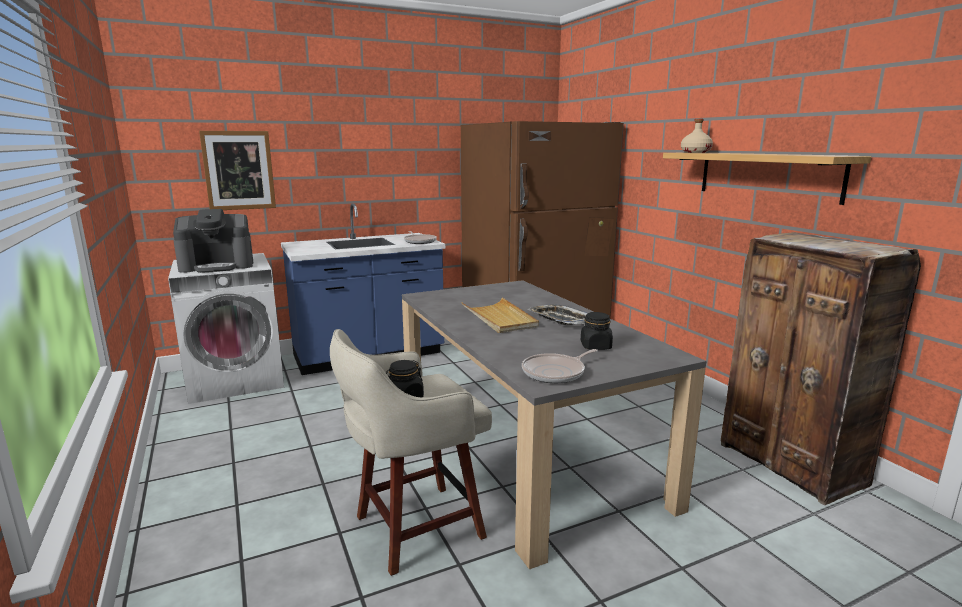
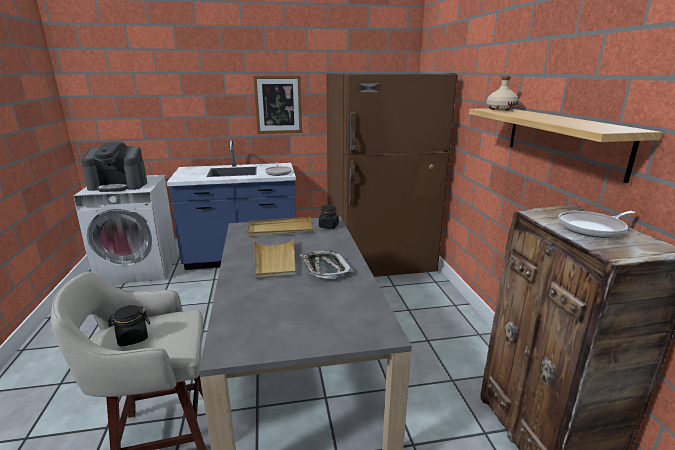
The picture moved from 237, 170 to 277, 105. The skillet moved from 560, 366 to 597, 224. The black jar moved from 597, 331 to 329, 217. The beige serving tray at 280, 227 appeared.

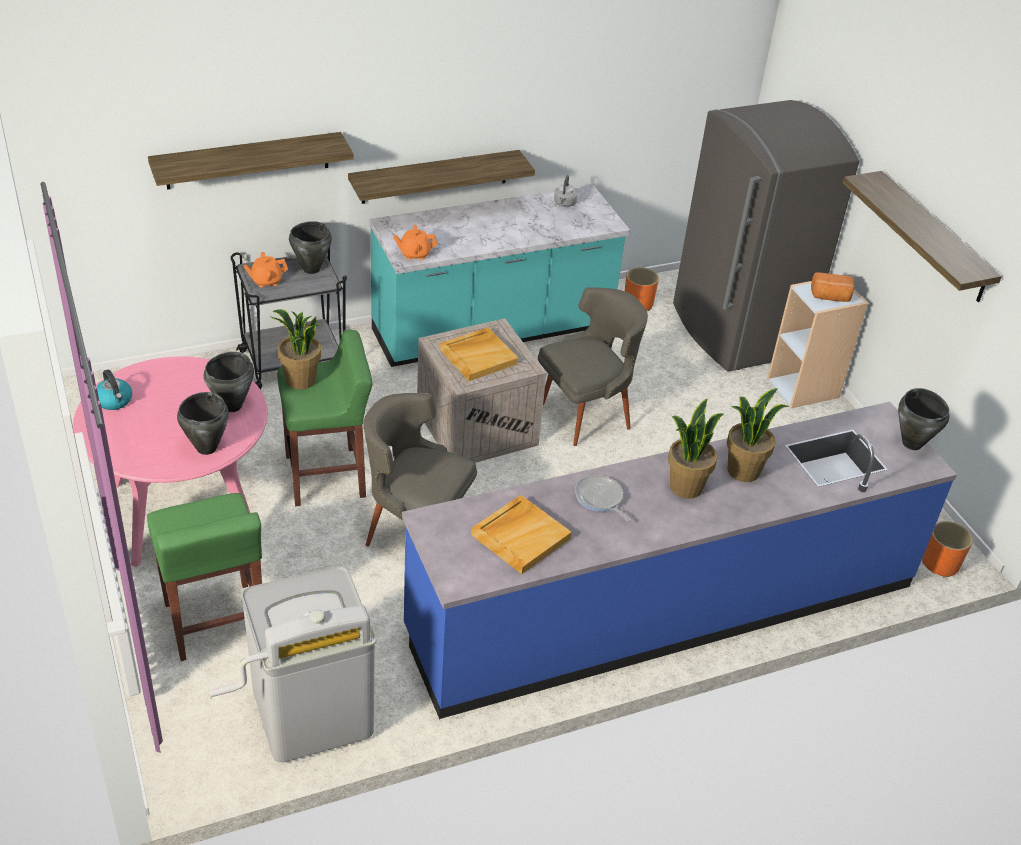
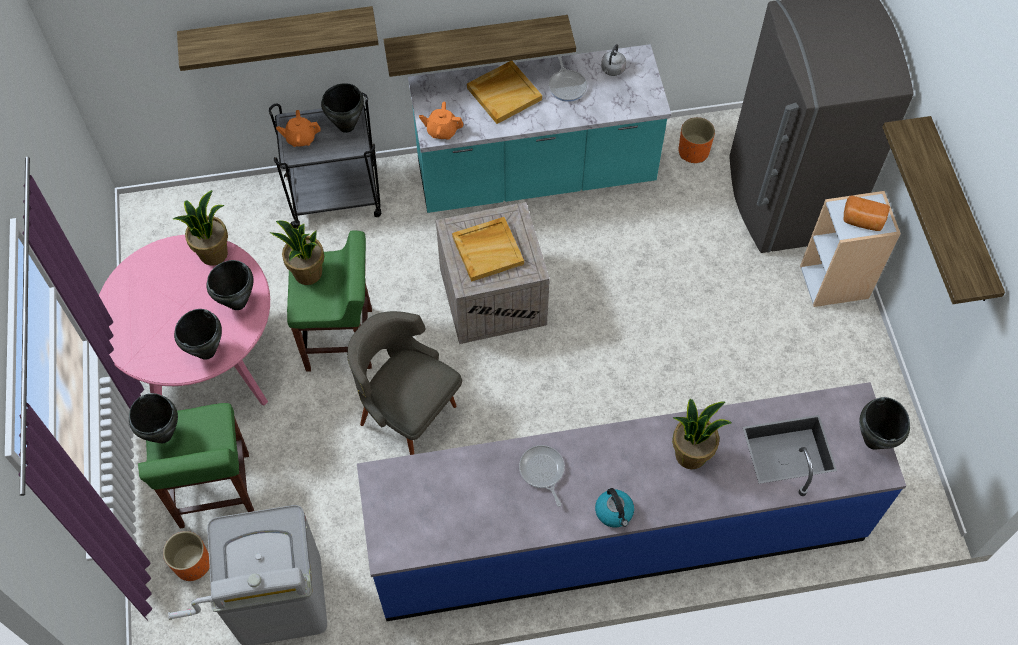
The kettle moved from 114, 389 to 614, 507. The beige serving tray moved from 521, 534 to 504, 92. The greyish chair at 593, 366 disappeared. The potted plant moved from 695, 449 to 200, 228. The orangey flower pot moved from 947, 549 to 186, 556. The black saucepot at 153, 418 appeared. The skillet at 568, 78 appeared.

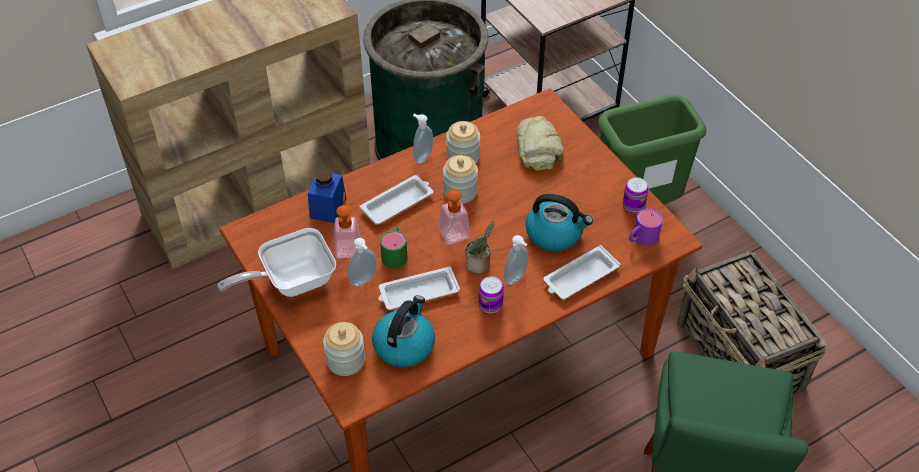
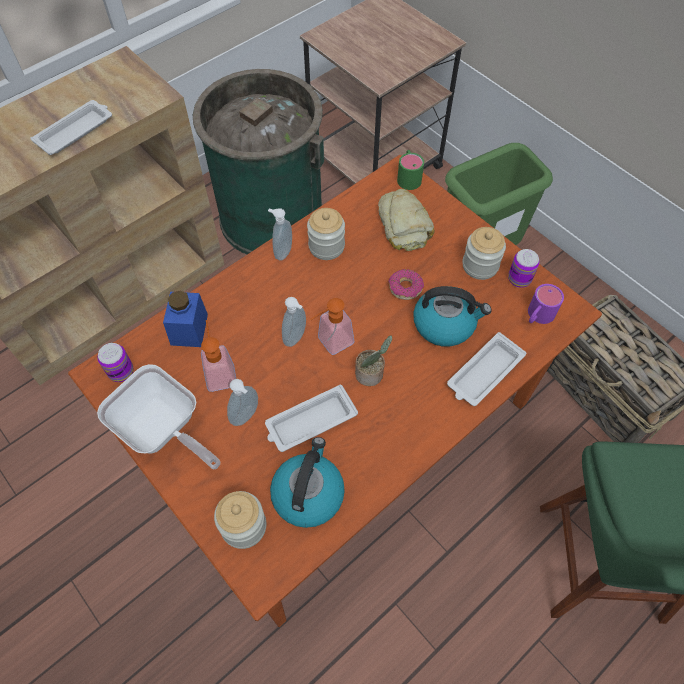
The skillet at 276, 262 turned 105 degrees counterclockwise. The white serving tray moved from 396, 200 to 71, 127. The green-coloured mug moved from 394, 247 to 410, 170. The jar moved from 460, 179 to 484, 253. The can moved from 491, 295 to 115, 362. The liquid soap bottle moved from 516, 260 to 294, 322. The donut at 406, 284 appeared.

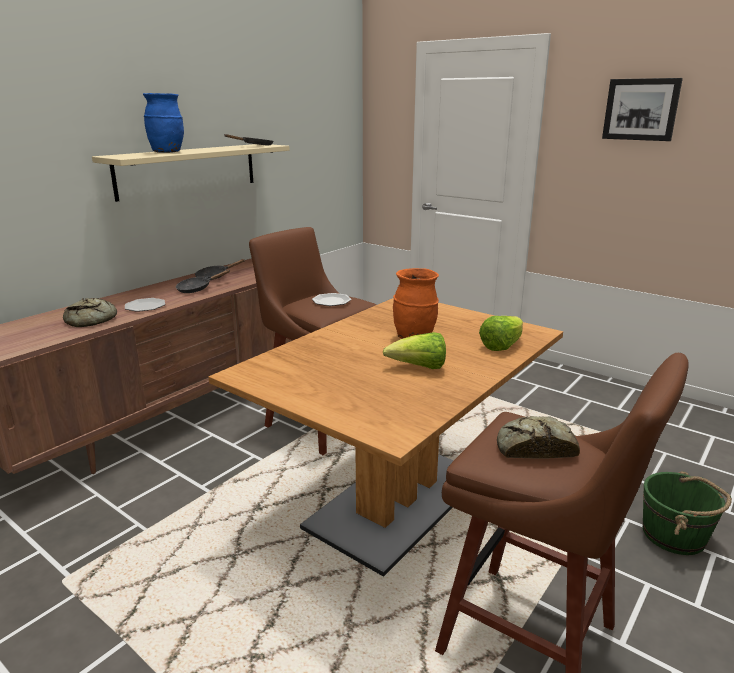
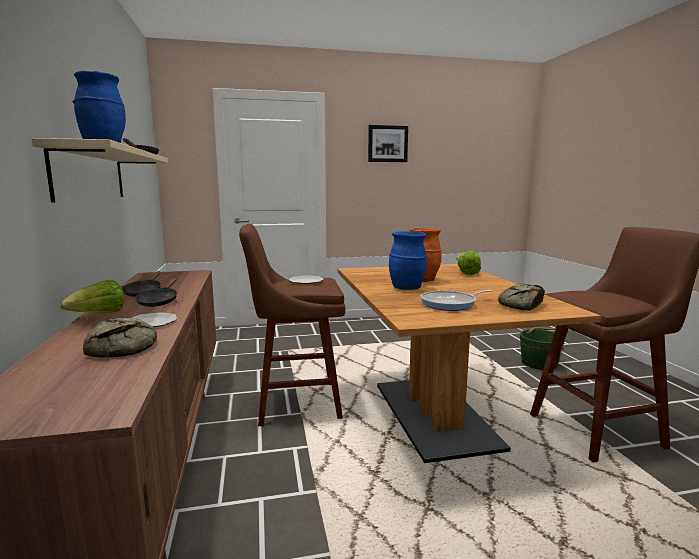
The lettuce head moved from 414, 350 to 92, 296. The bread moved from 538, 437 to 521, 297. The blue-coloured vase at 408, 260 appeared. The skillet at 456, 300 appeared.

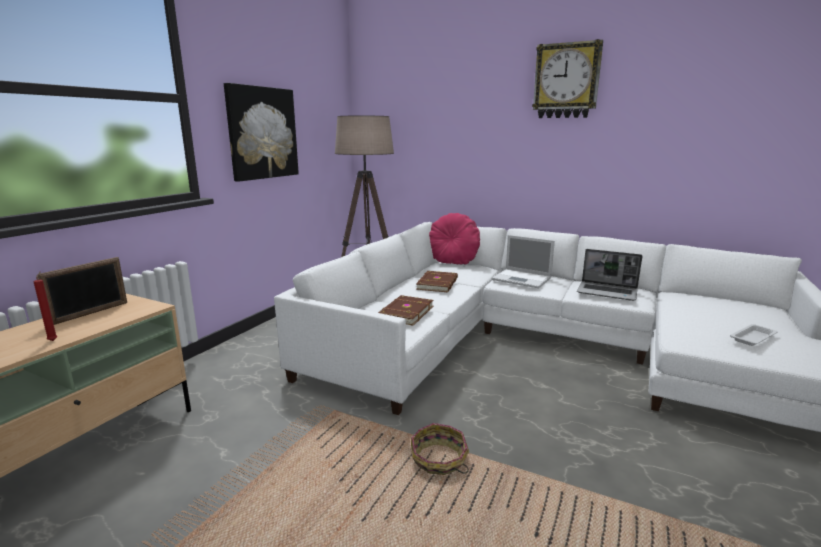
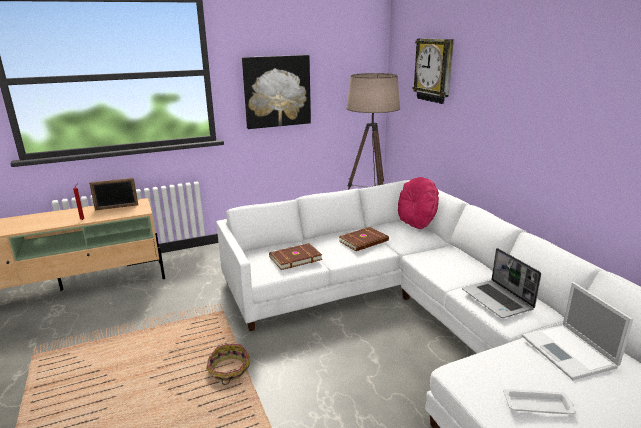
The notebook computer moved from 523, 261 to 577, 331. The clock on the wall moved from 567, 78 to 433, 71.

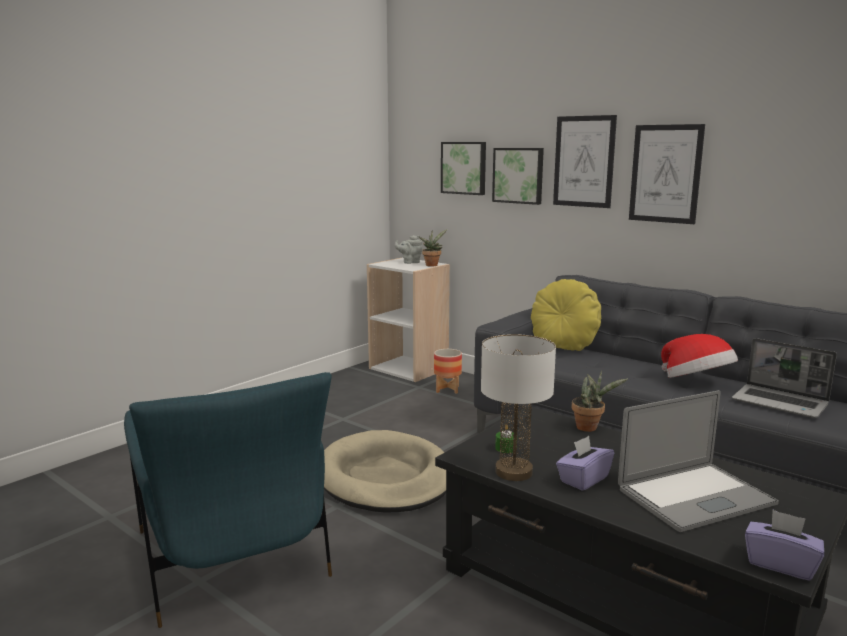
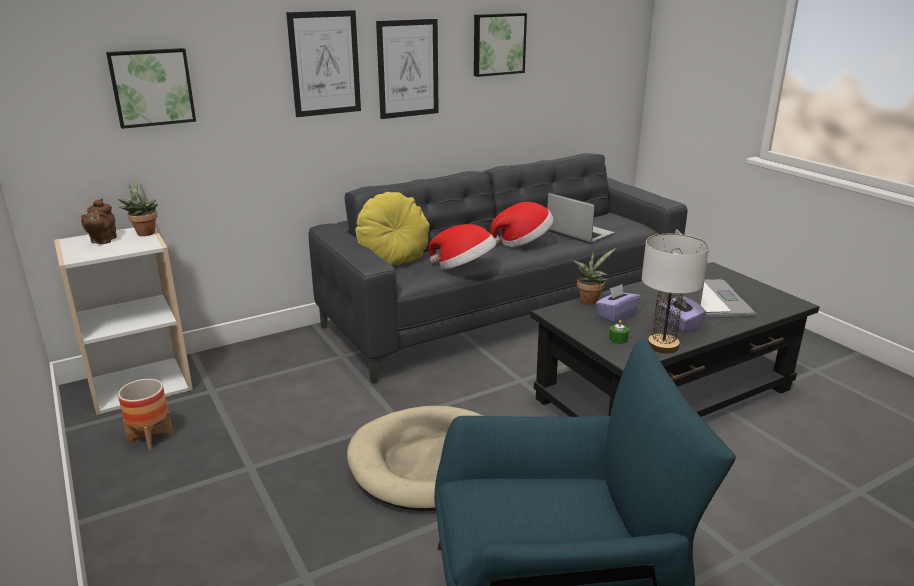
The greyish teapot at 409, 249 became the brown teapot at 99, 221. The flower pot moved from 448, 371 to 145, 414. The picture moved from 518, 176 to 500, 45. The notebook computer at 784, 378 turned 105 degrees counterclockwise. The purple box of tissues moved from 784, 545 to 618, 303. The wearable hat at 462, 246 appeared.

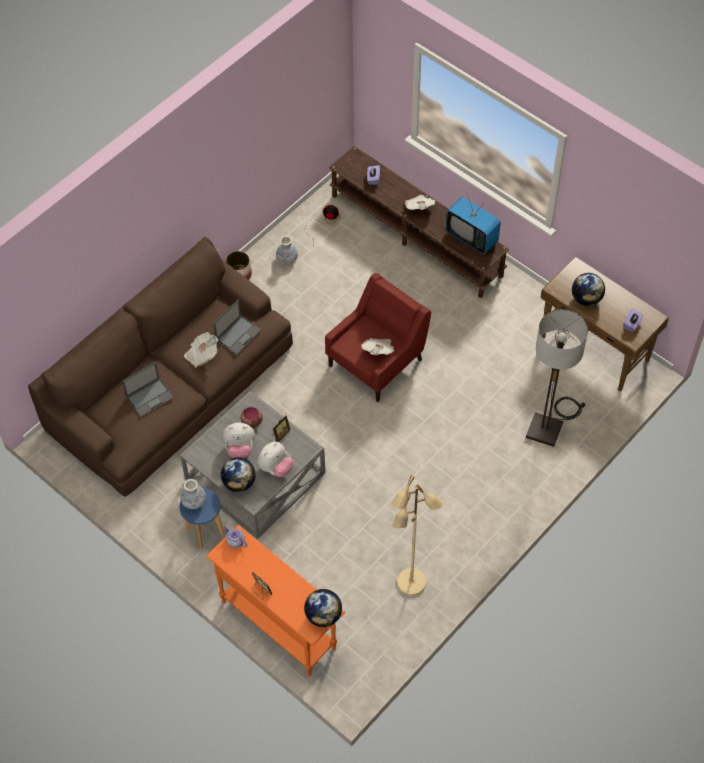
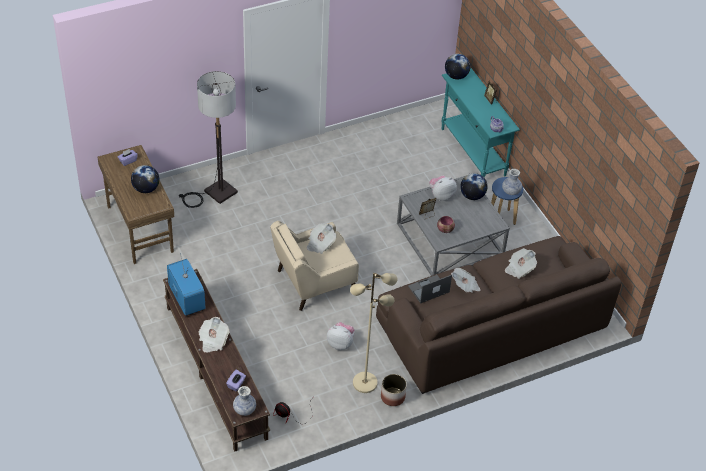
The notebook computer at 148, 389 was replaced by the newspaper at 521, 263. The orangey narrow table at 275, 600 became the turquoise narrow table at 480, 122. The cuddly toy moved from 239, 440 to 341, 336. The vase moved from 287, 250 to 244, 401. The reddish lounge chair at 378, 337 became the beige lounge chair at 314, 266. The beige floor lamp moved from 417, 536 to 374, 333.

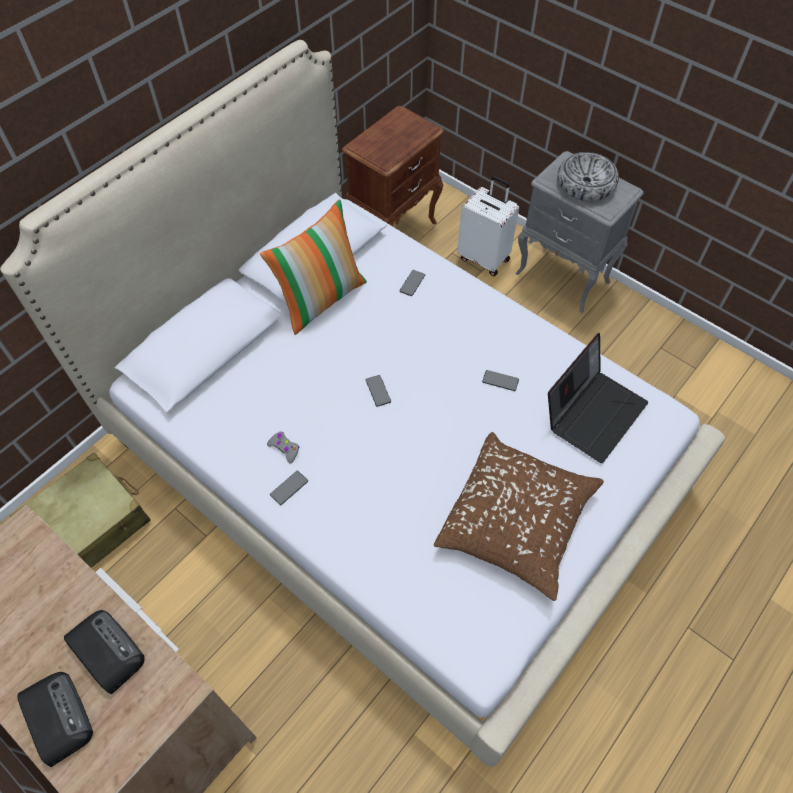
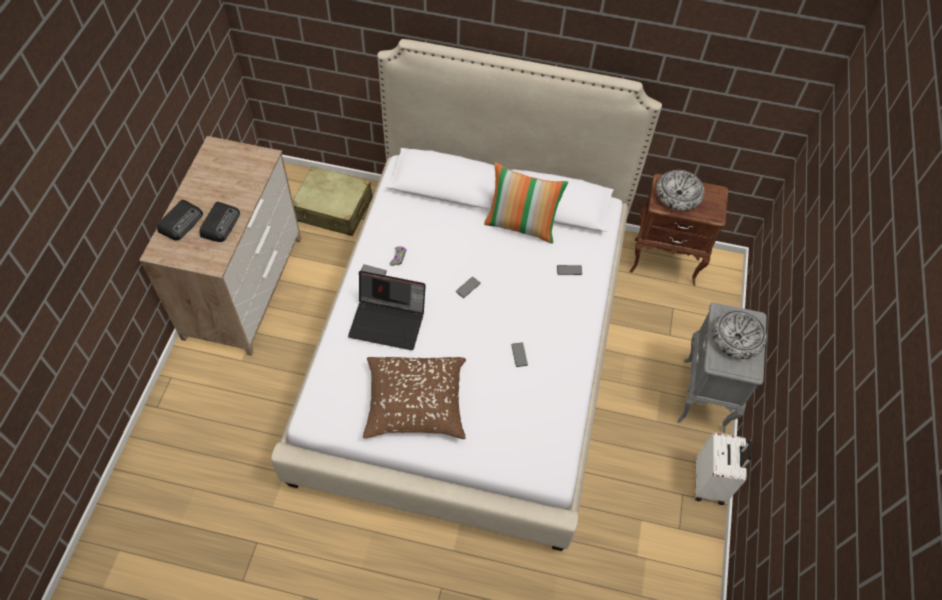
The white suitcase moved from 488, 226 to 723, 468. The notebook computer moved from 598, 398 to 387, 310. The serving bowl at 680, 190 appeared.

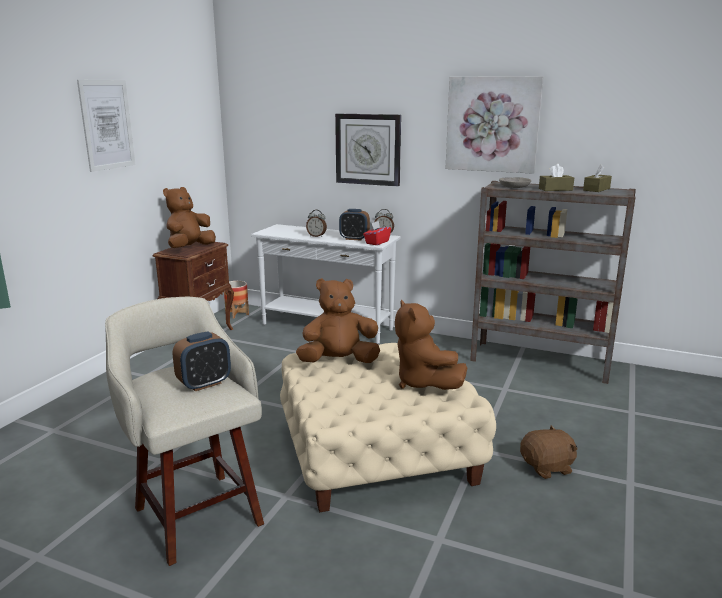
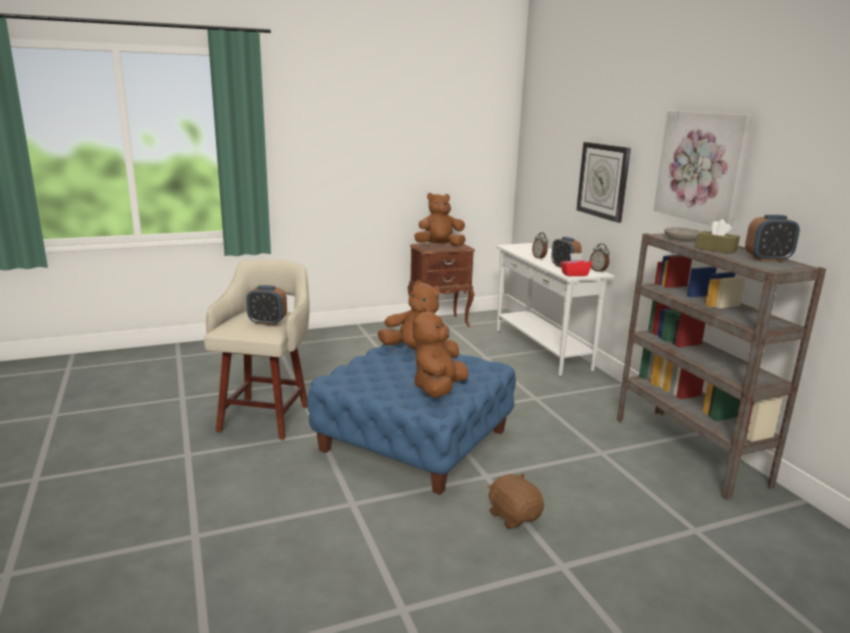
The picture at 106, 126 disappeared. The flower pot at 236, 300 disappeared. The beige ottoman at 388, 427 became the blue-coloured ottoman at 411, 418. The brown cuddly toy at 549, 452 turned 150 degrees counterclockwise. The brown box of tissues at 597, 178 was replaced by the table clock at 772, 238.

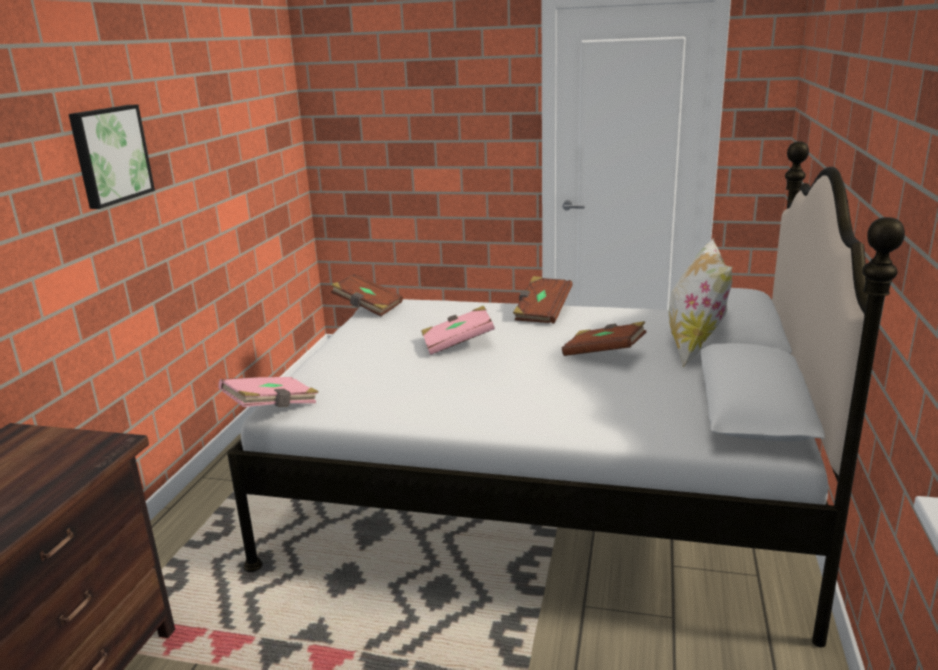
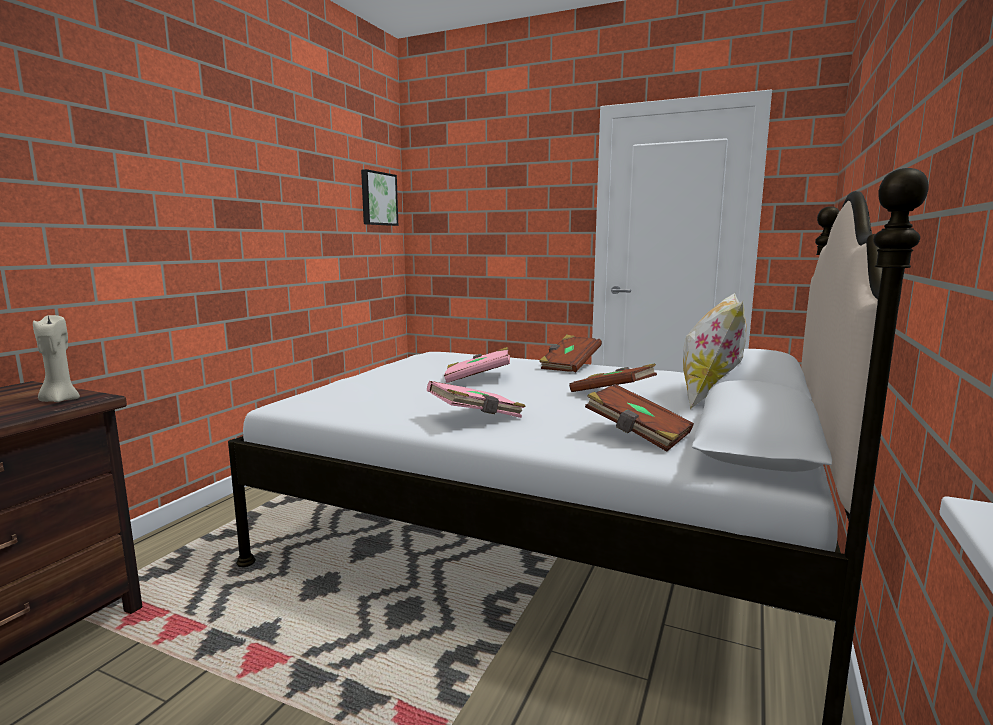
The picture moved from 112, 157 to 379, 197. The pink volume moved from 268, 392 to 476, 399. The brown volume moved from 367, 295 to 639, 418. The beige wax light at 56, 358 appeared.

